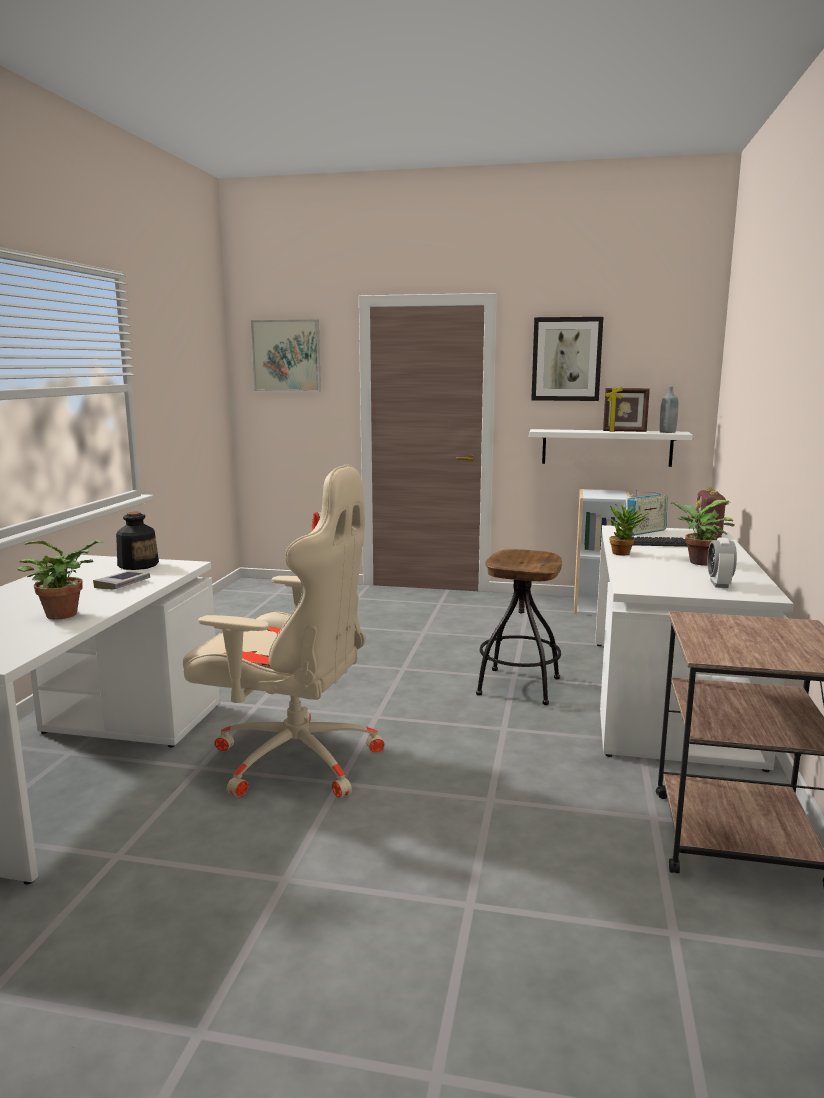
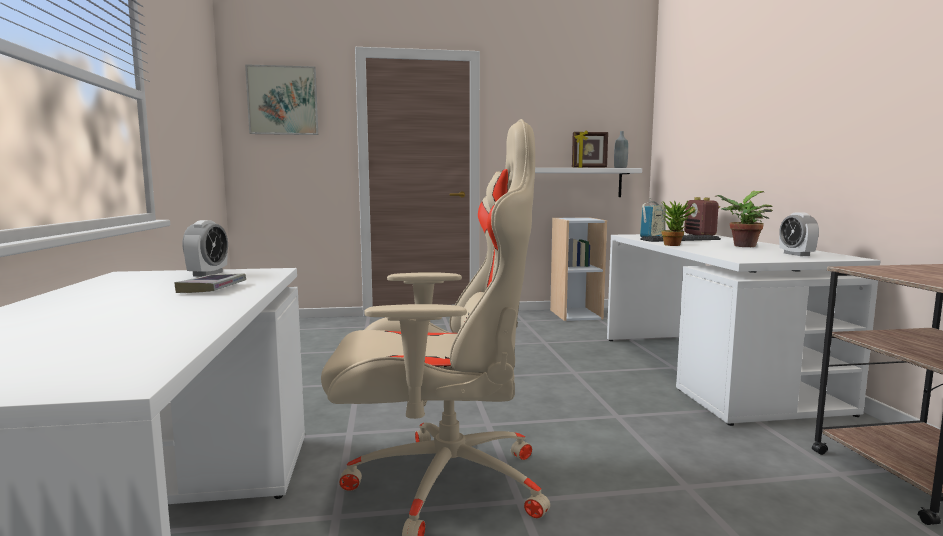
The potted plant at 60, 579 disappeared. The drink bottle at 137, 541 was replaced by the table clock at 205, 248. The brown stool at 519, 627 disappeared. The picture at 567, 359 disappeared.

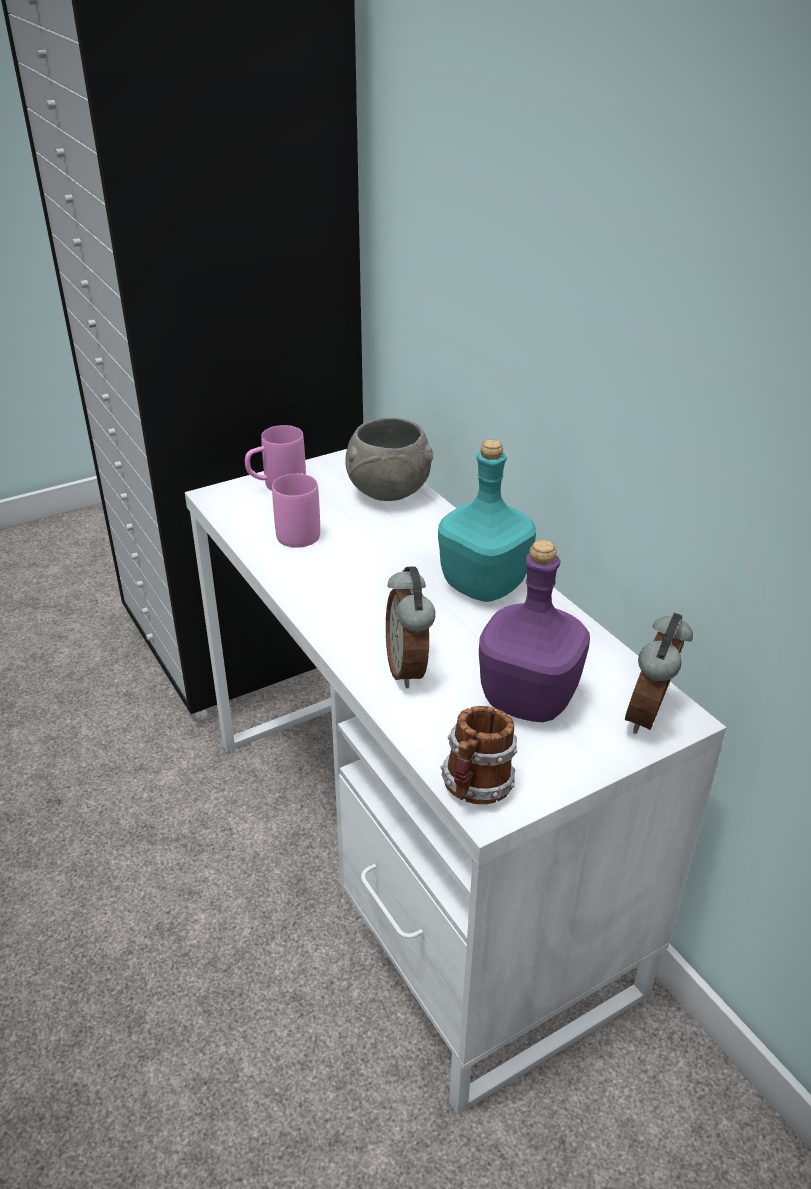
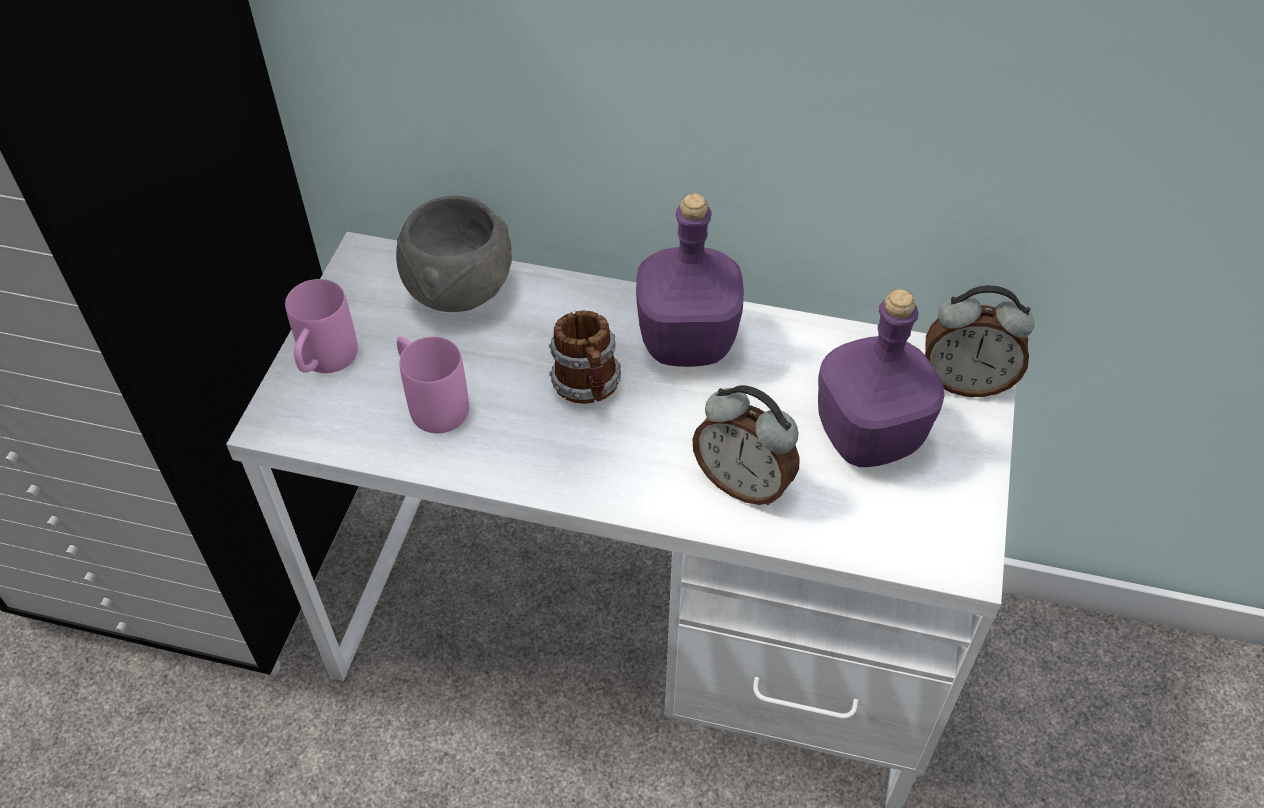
The turquoise drink bottle at 487, 520 became the purple drink bottle at 690, 280. The mug moved from 478, 755 to 585, 357. The table clock at 659, 673 turned 60 degrees counterclockwise.

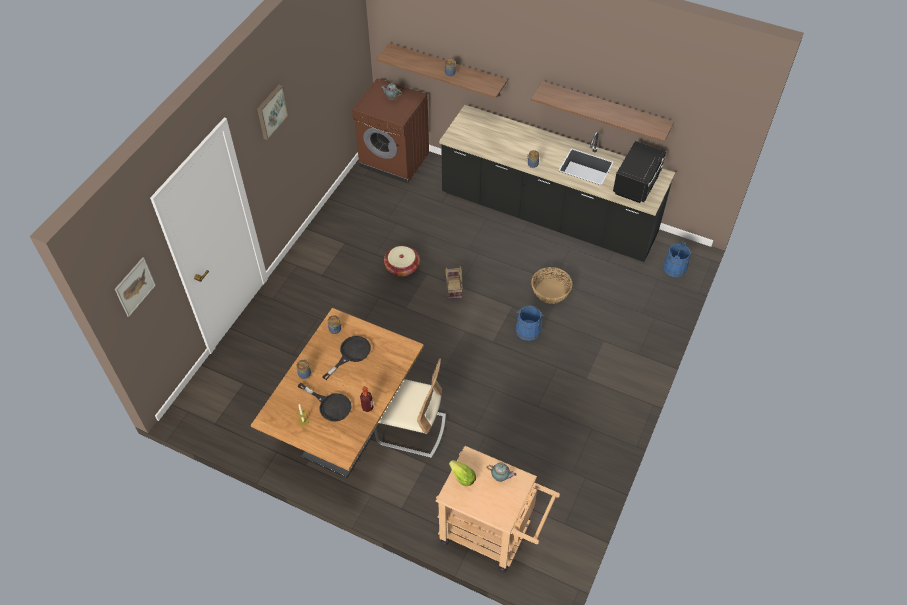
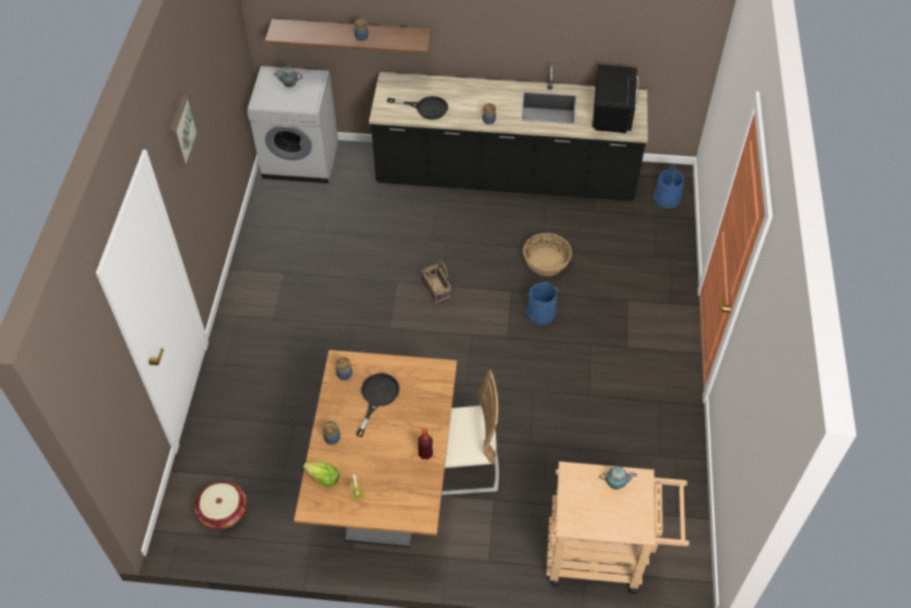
The picture at 135, 287 disappeared. The black skillet moved from 325, 402 to 417, 108. The brown laundry machine at 390, 130 became the white laundry machine at 292, 124. The household basket moved from 402, 261 to 221, 505. The lettuce head moved from 462, 473 to 321, 474. The wall shelf at 602, 111 disappeared.

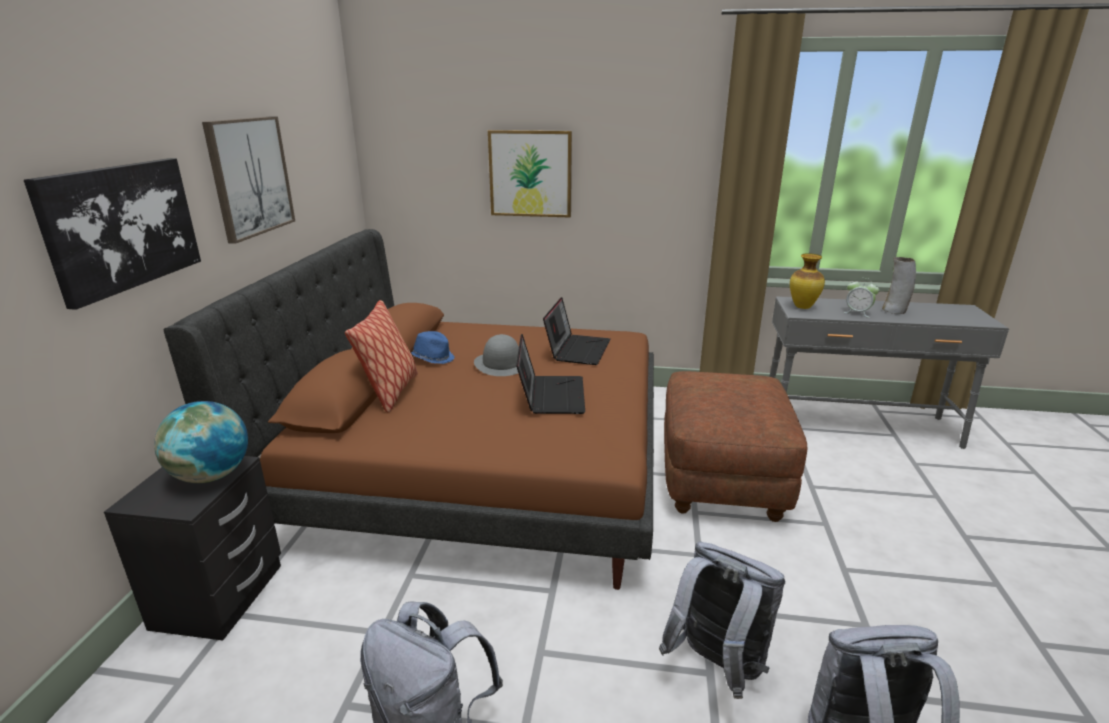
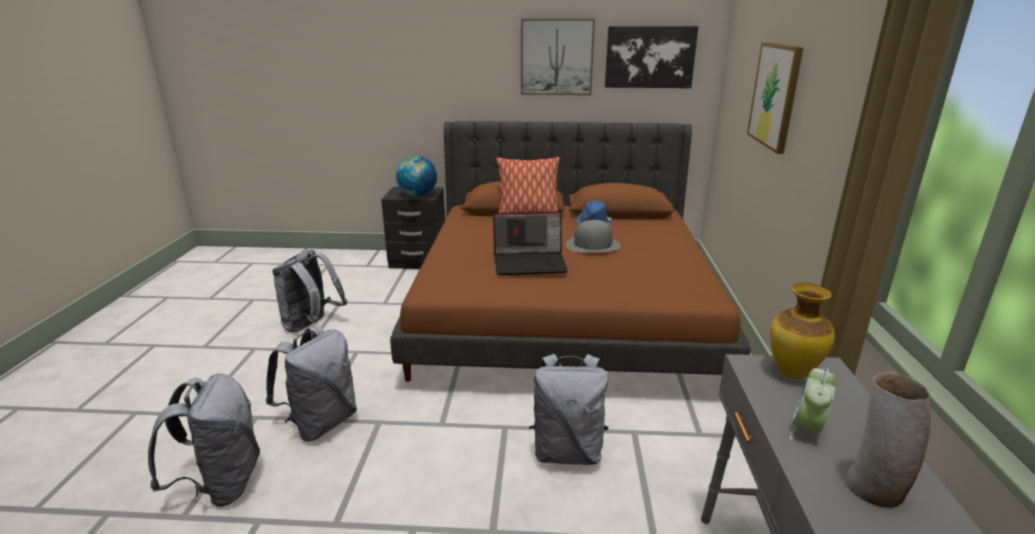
The picture moved from 112, 233 to 651, 57. The notebook computer at 577, 331 disappeared. The brown ottoman at 736, 446 was replaced by the greyish backpack at 568, 409.

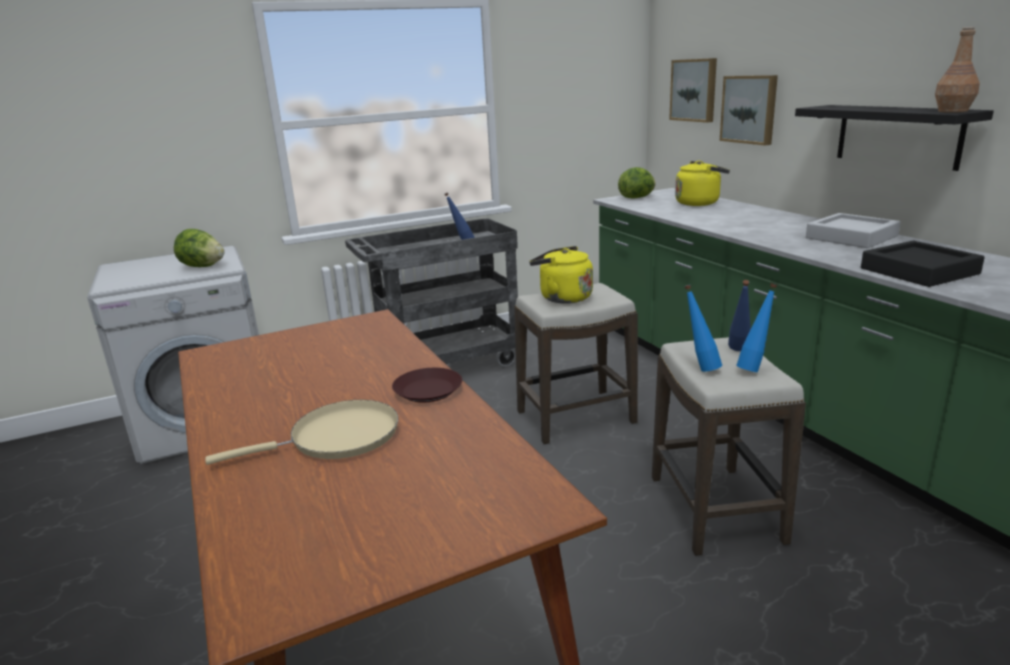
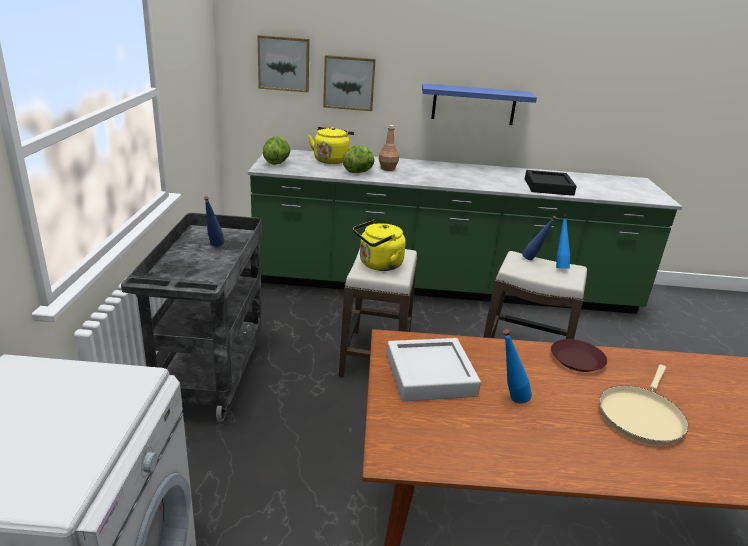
The lettuce head moved from 199, 248 to 358, 159. The beige skillet at 301, 432 turned 150 degrees counterclockwise. The blue-coloured drink bottle moved from 703, 328 to 517, 366. The black wall shelf at 894, 138 became the blue-coloured wall shelf at 479, 104. The greyish serving tray moved from 853, 230 to 434, 370. The brown drink bottle moved from 957, 70 to 389, 148.

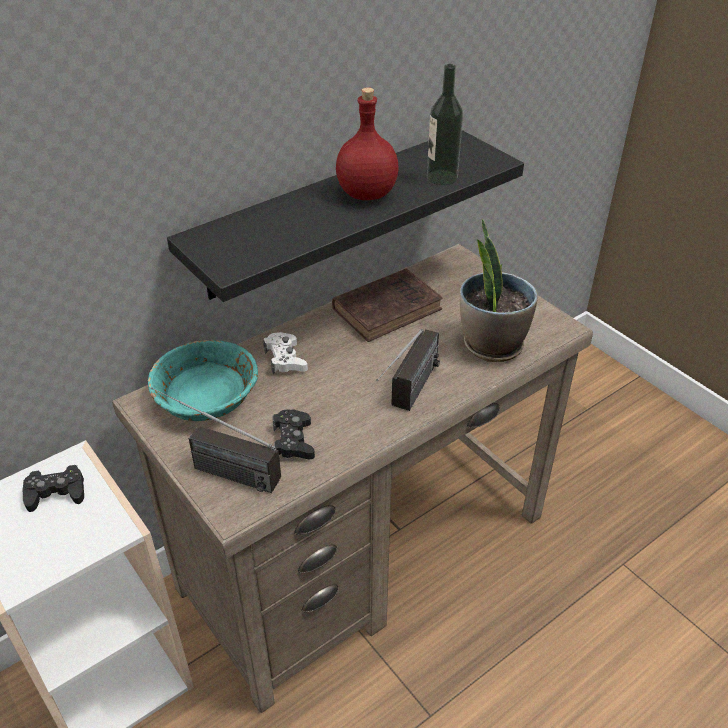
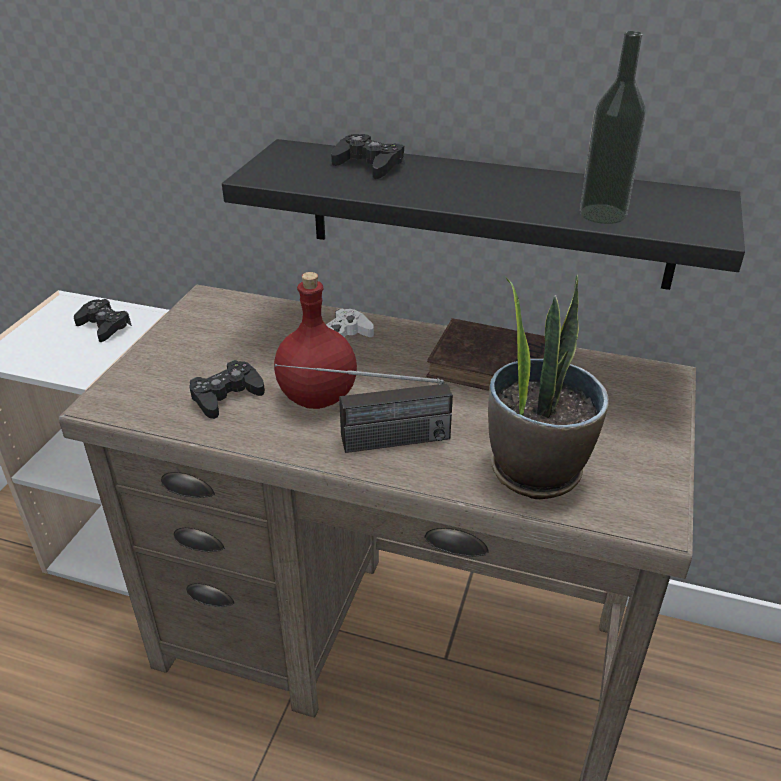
The turquoise serving bowl at 203, 380 disappeared. The radio set at 216, 440 disappeared. The reddish drink bottle moved from 367, 143 to 315, 340. The black game controller at 368, 156 appeared.

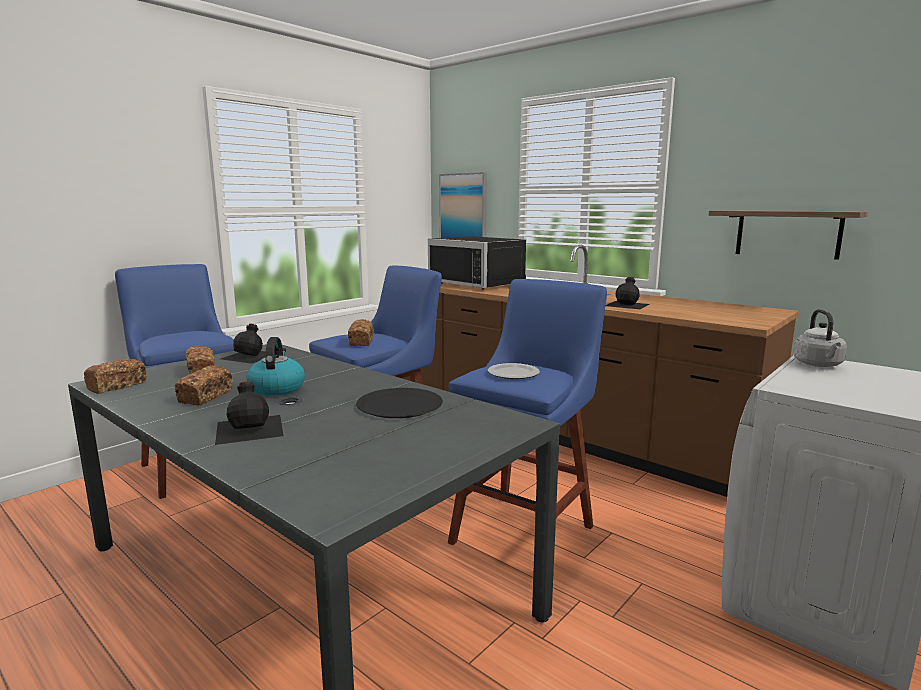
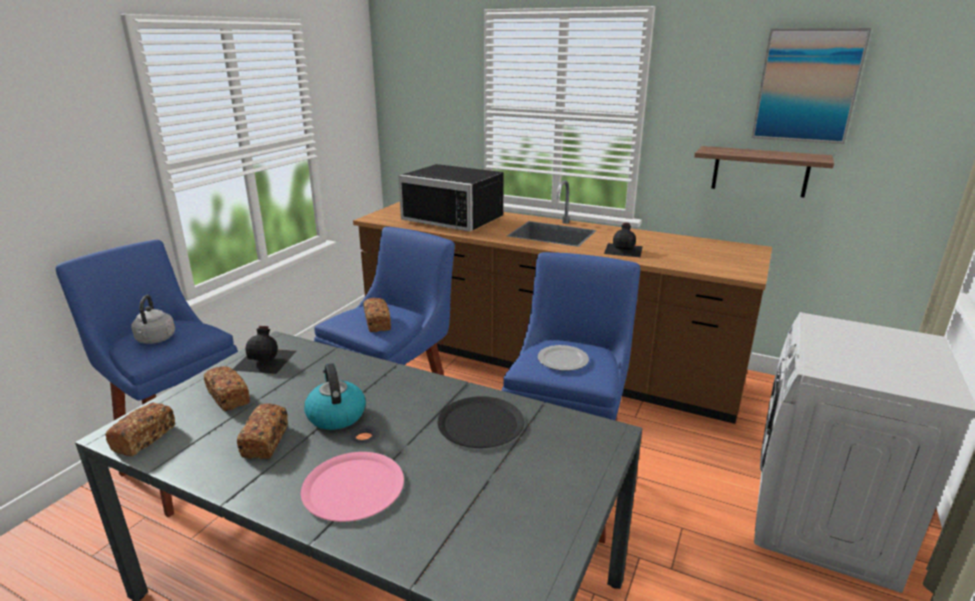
The black drink bottle at 249, 413 was replaced by the pink dinner plate at 352, 487. The picture moved from 463, 205 to 812, 86. The greyish kettle moved from 820, 338 to 153, 319.

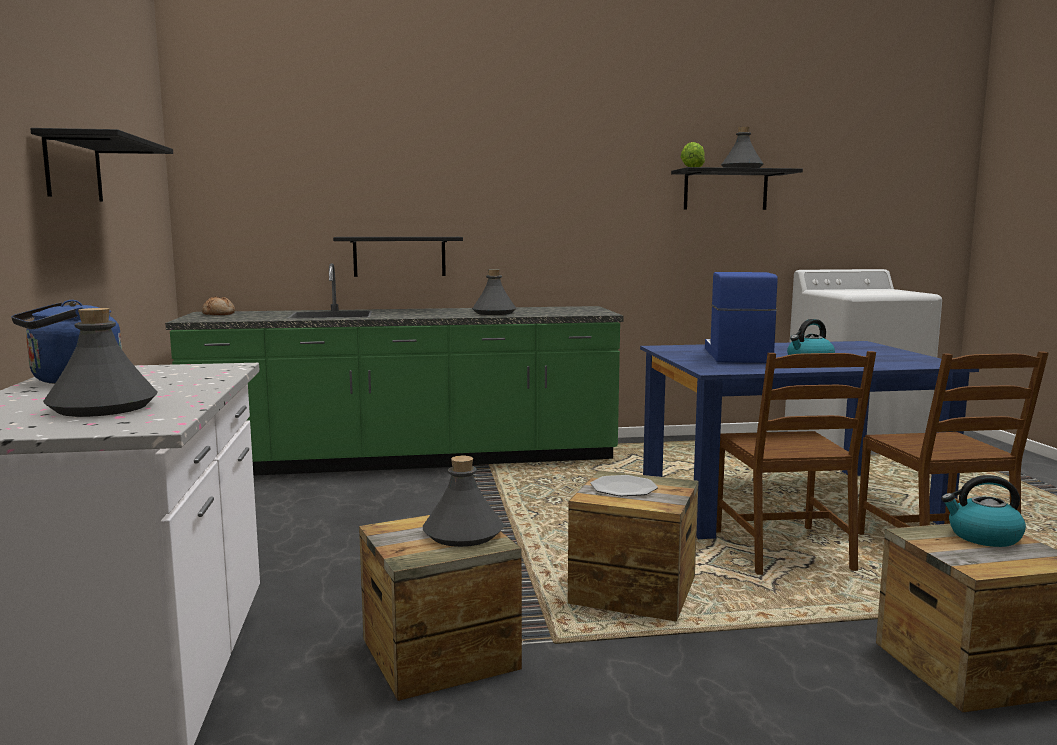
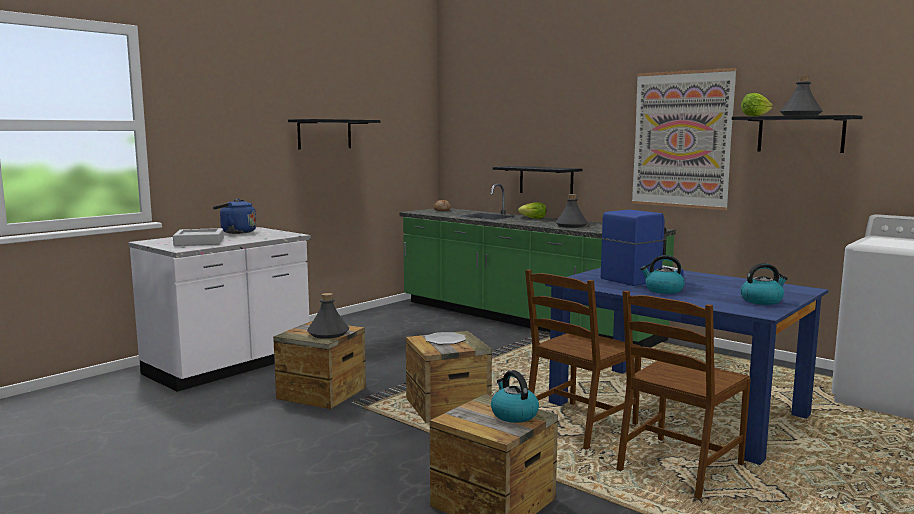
The greyish drink bottle at 100, 362 was replaced by the greyish serving tray at 198, 237. The lettuce head at 532, 210 appeared. The picture at 684, 139 appeared. The kettle at 764, 284 appeared.

